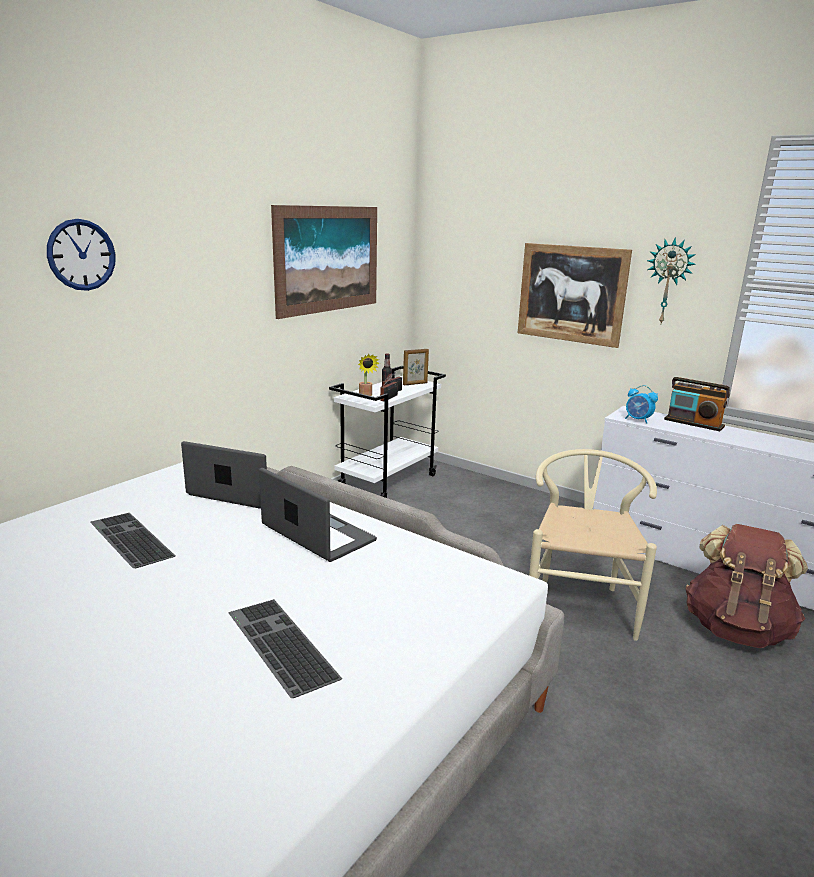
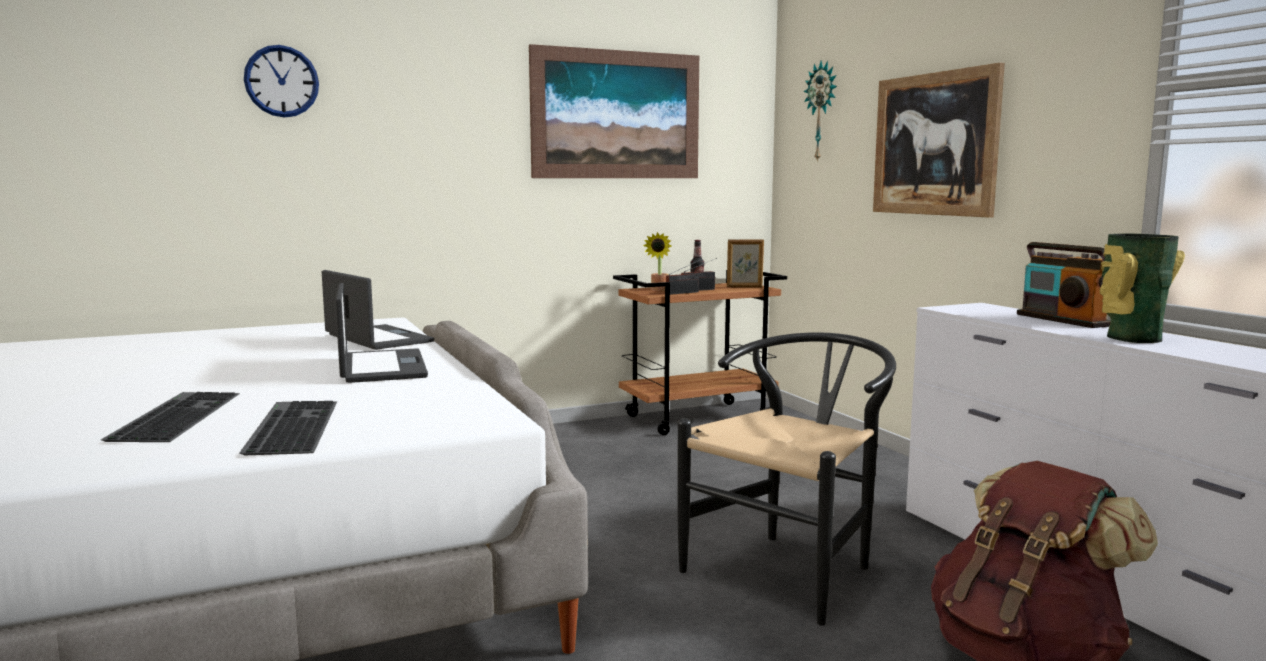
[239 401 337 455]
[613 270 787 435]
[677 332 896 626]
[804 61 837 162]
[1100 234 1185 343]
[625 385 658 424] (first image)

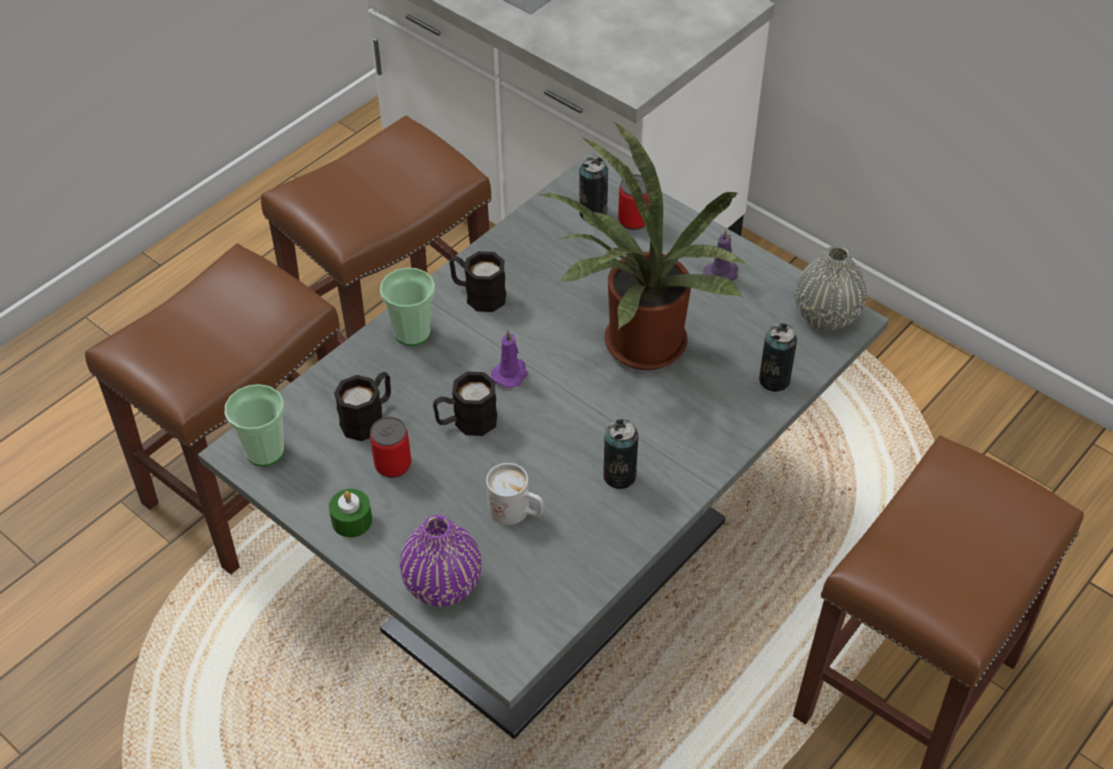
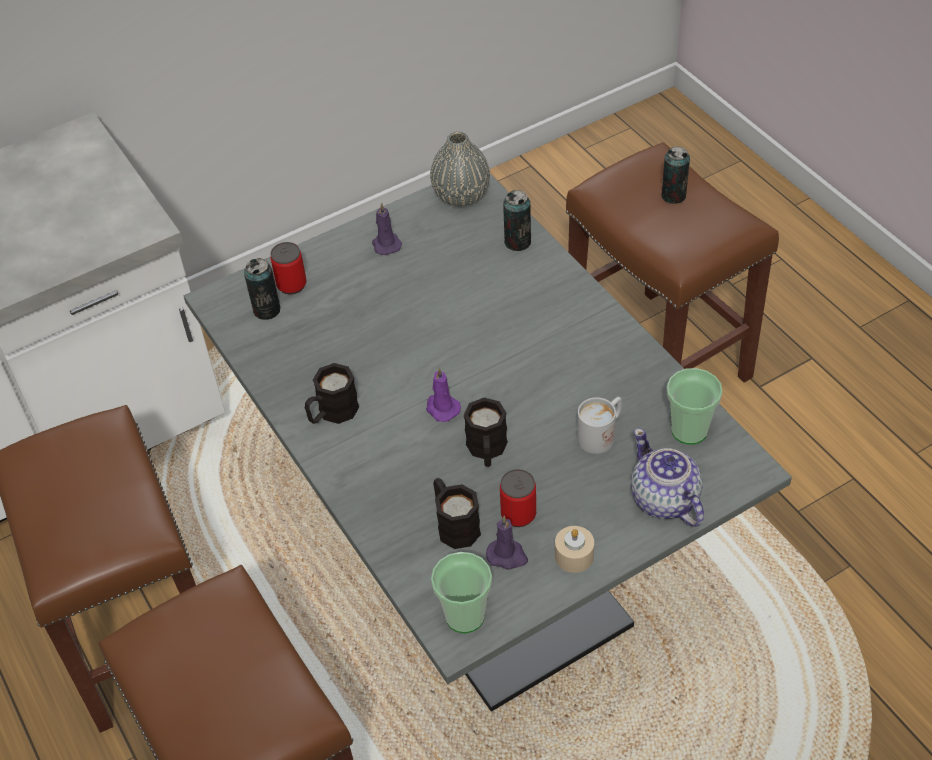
[486 516 528 570]
[555 526 594 573]
[631 428 704 527]
[661 146 690 204]
[667 368 723 445]
[536 122 746 370] (first image)

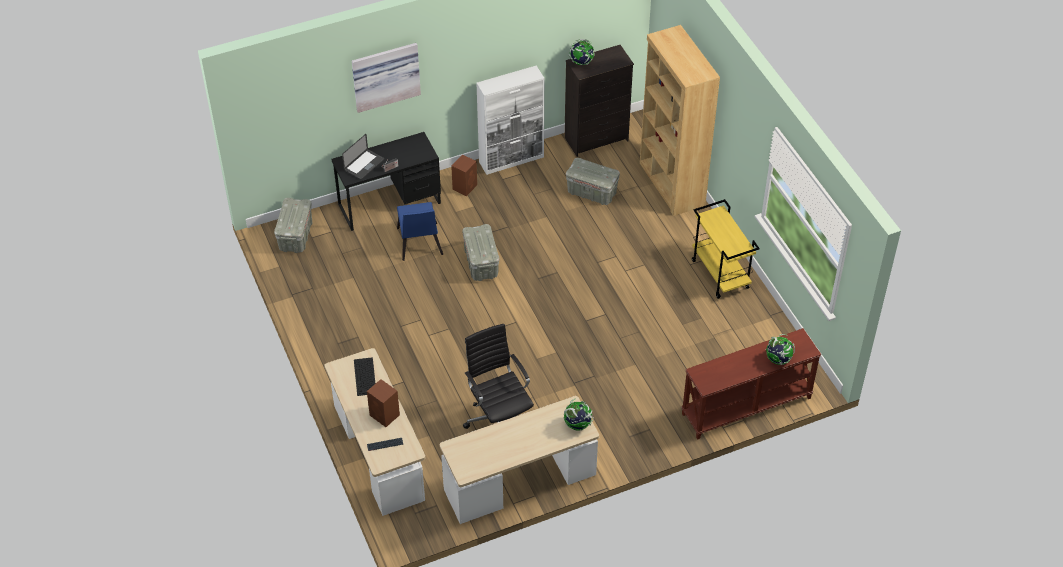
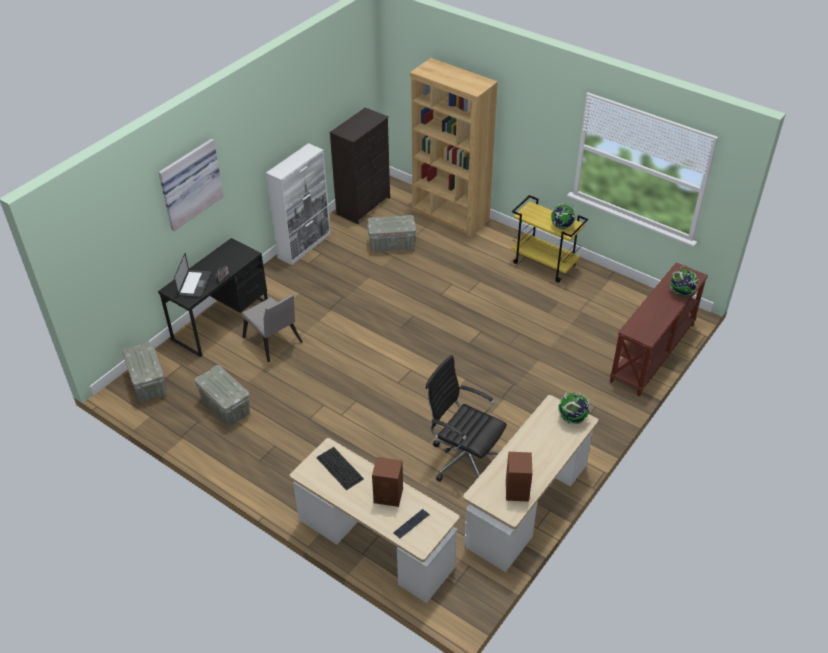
[195 365 250 426]
[242 294 303 362]
[506 452 533 502]
[551 203 576 229]

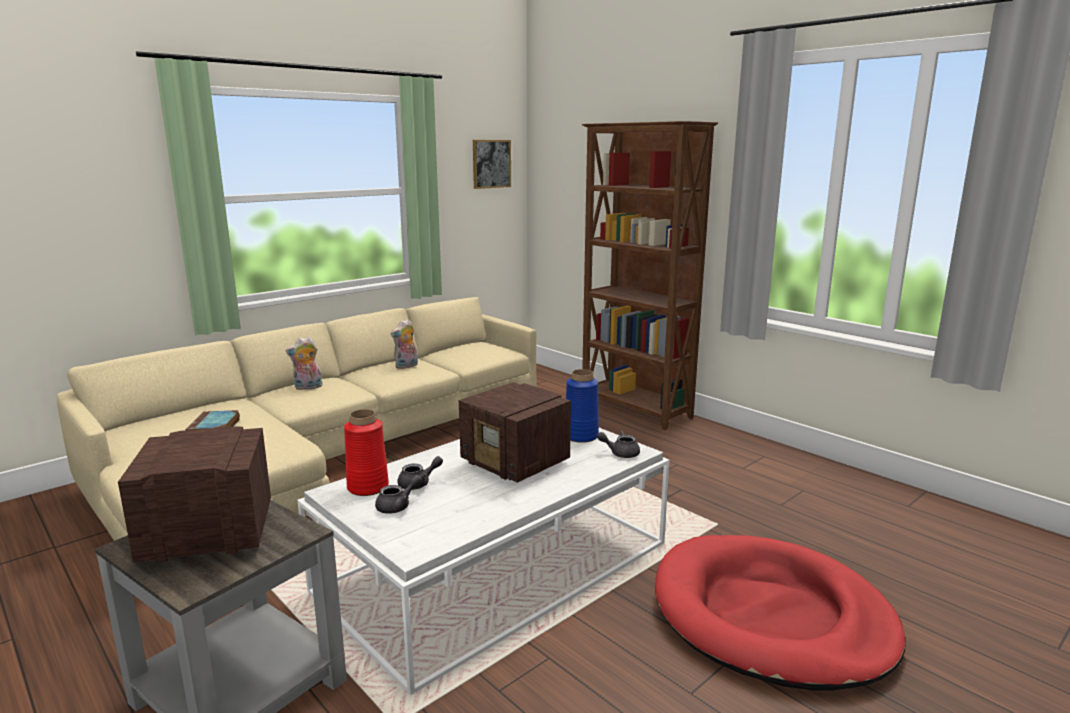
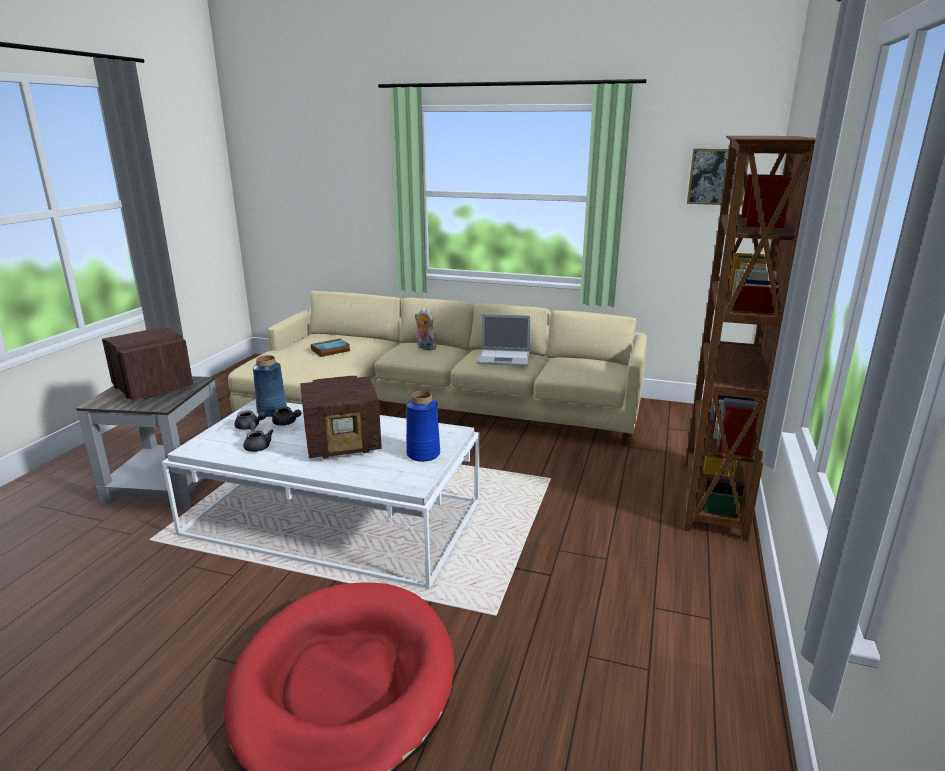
[243 421 274 452]
[253 355 287 417]
[300 376 382 459]
[477 314 531 366]

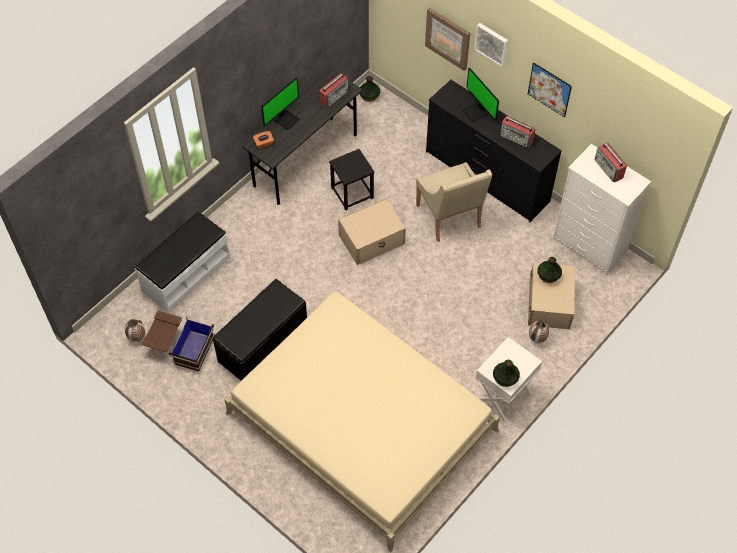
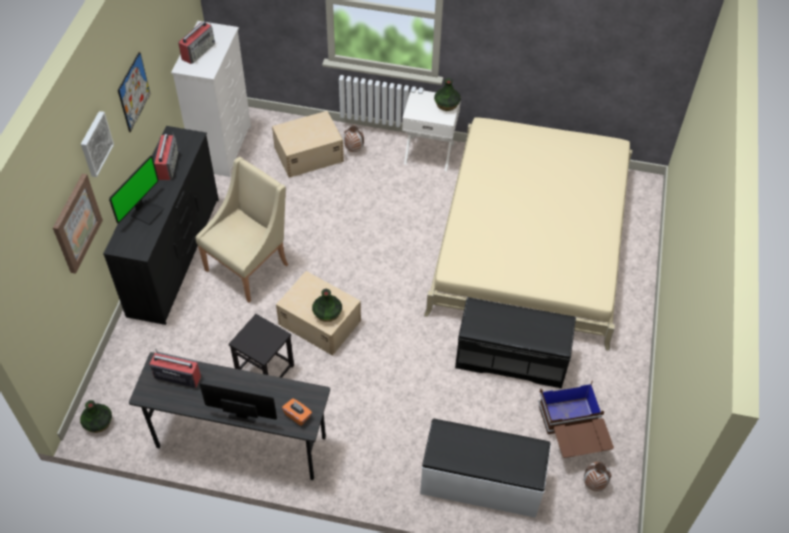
[312 289 342 322]

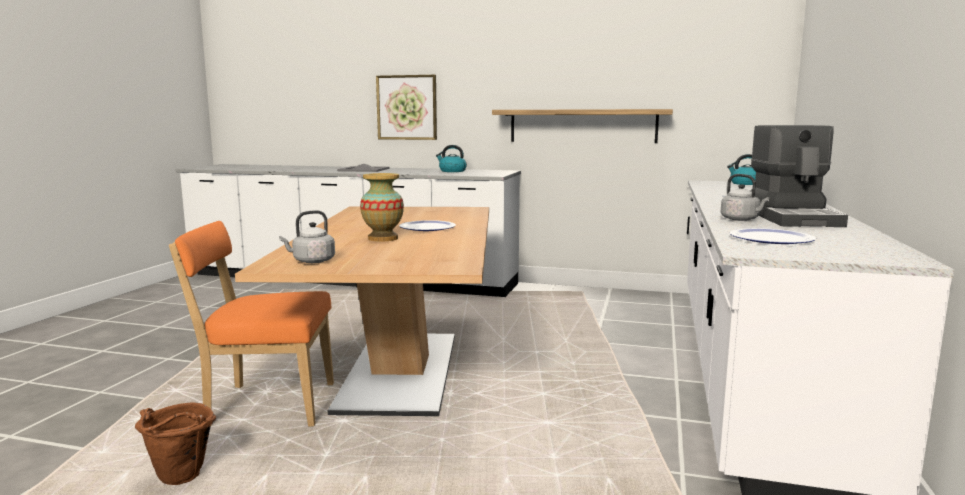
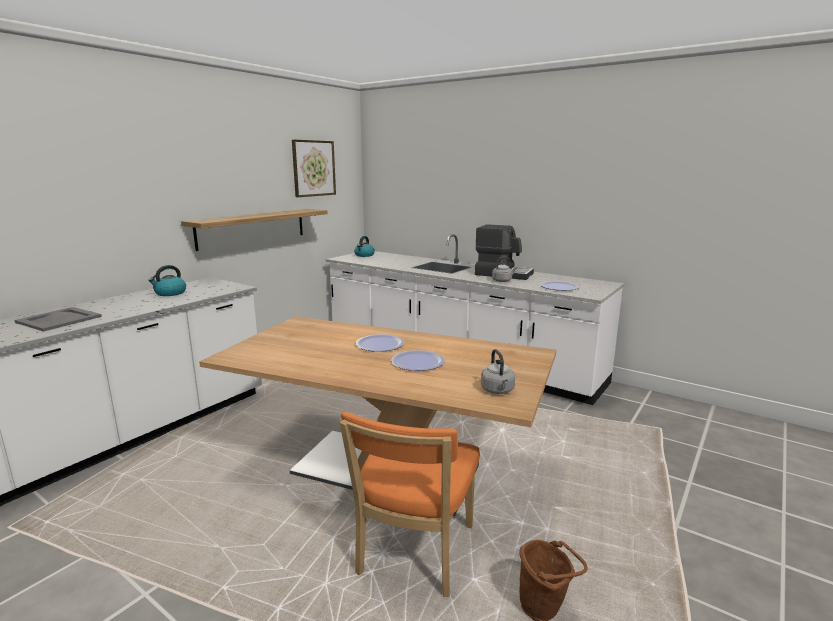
[292 140 336 197]
[391 350 445 371]

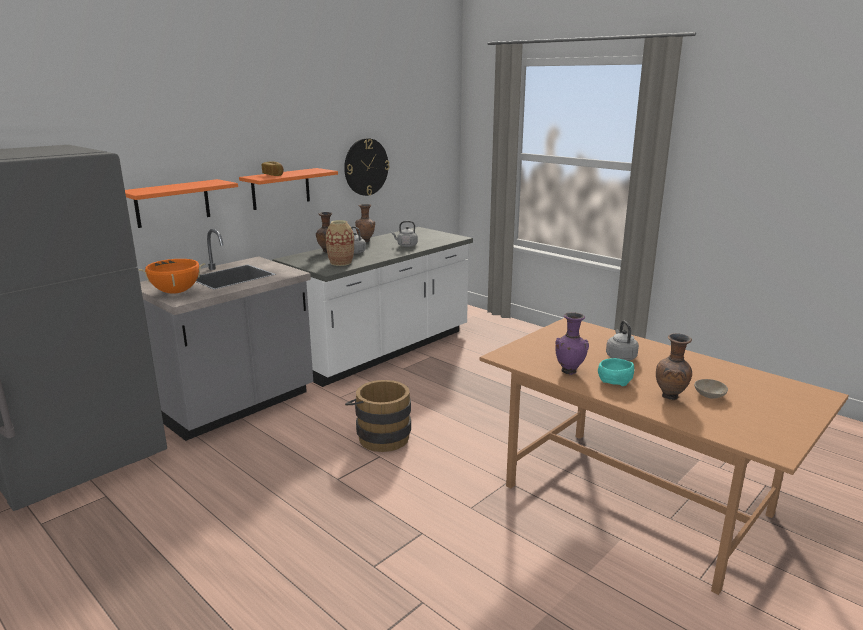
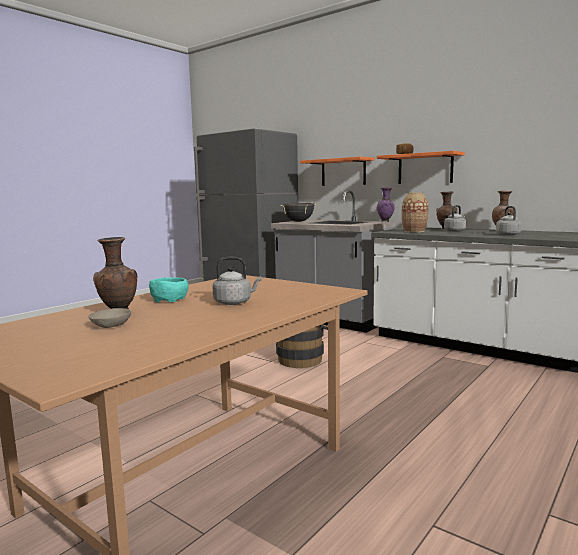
[280 203 316 222]
[377 188 395 222]
[344 138 389 196] (first image)

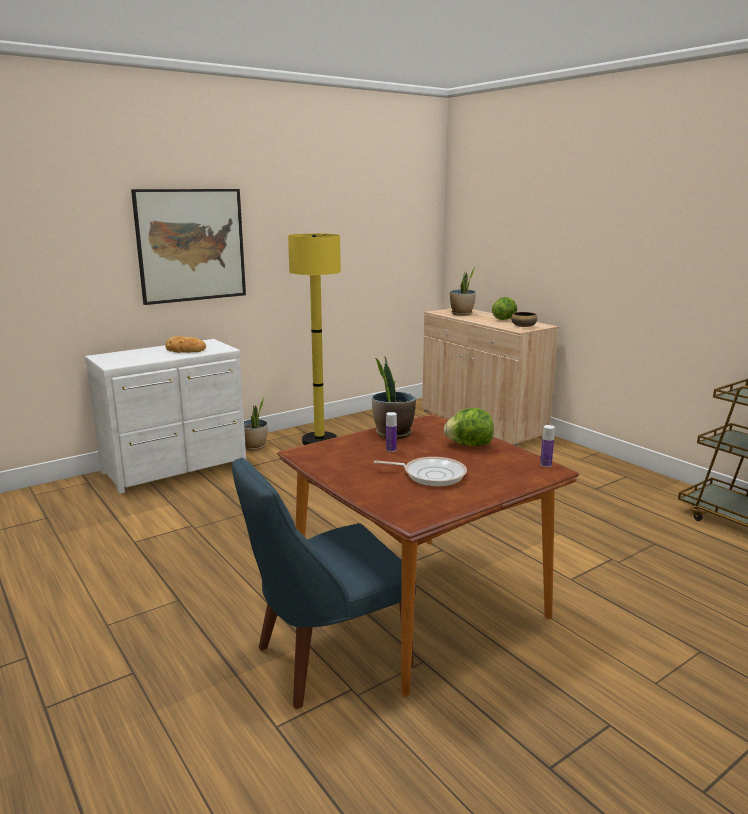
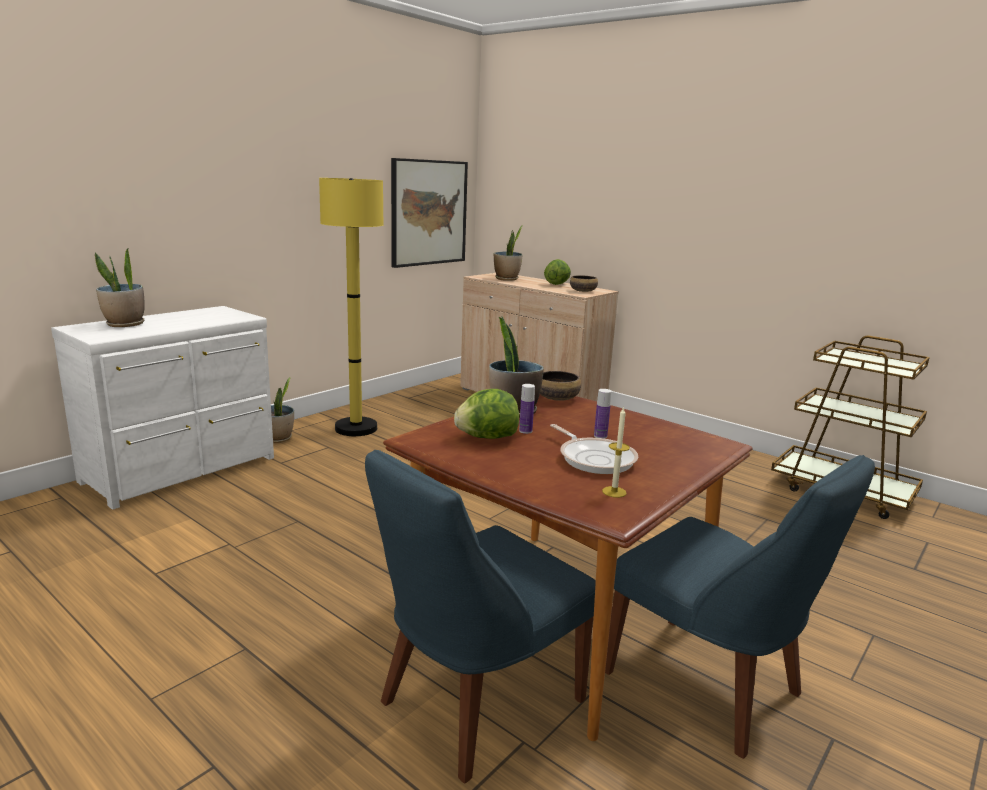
[95 247 145 327]
[391 158 468 268]
[454 389 519 439]
[540 371 581 401]
[550 424 638 474]
[594 389 612 439]
[602 407 630 498]
[605 455 875 759]
[165 336 206 353] (first image)

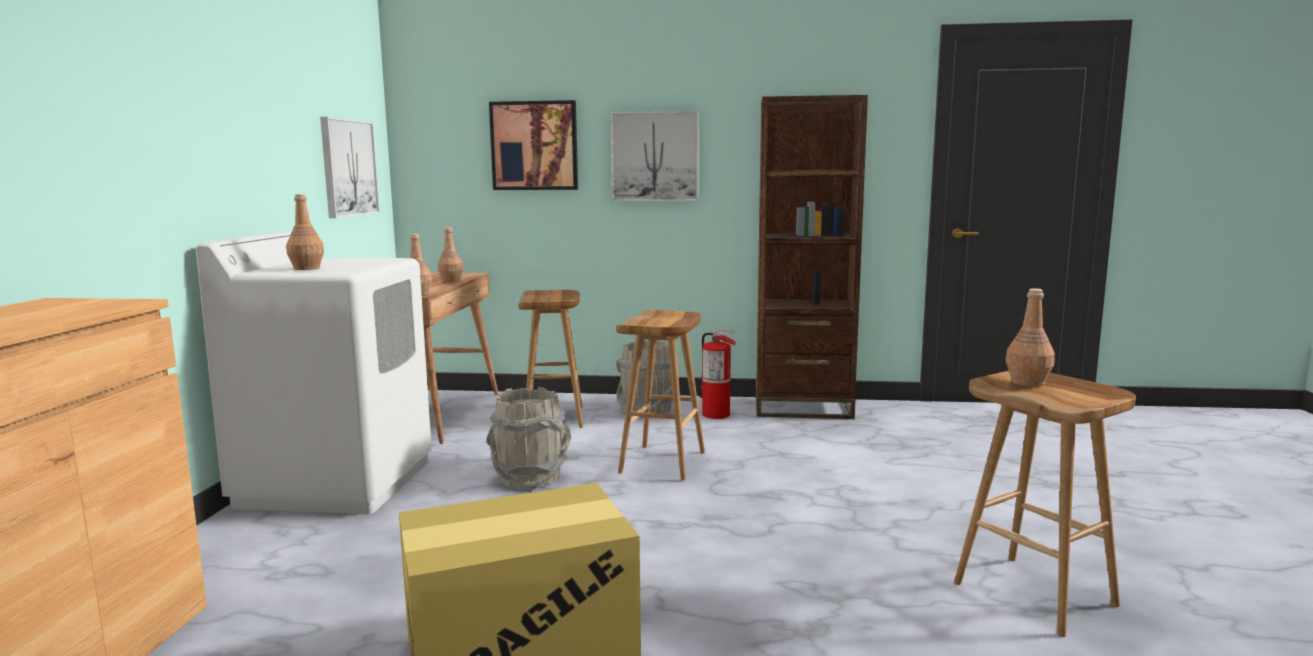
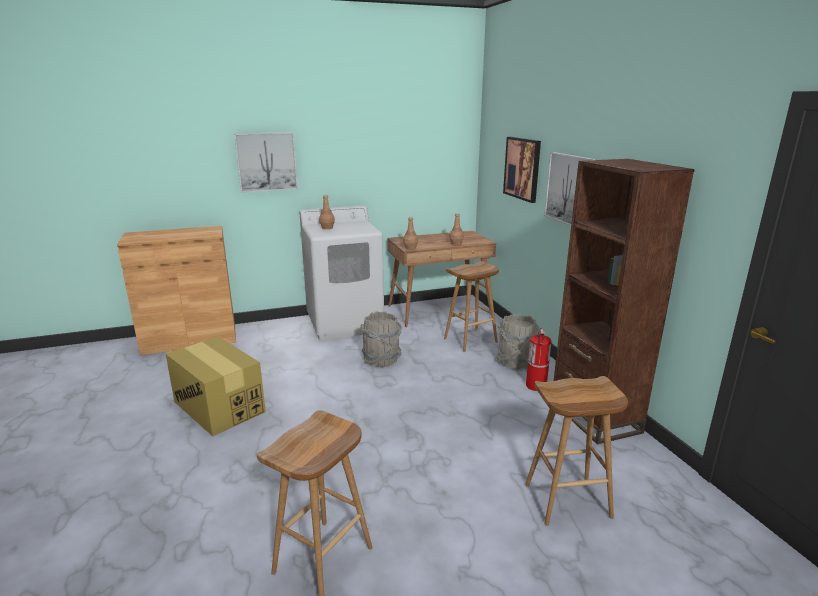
[234 132 298 193]
[525 376 628 526]
[1006 288 1055 386] (first image)

